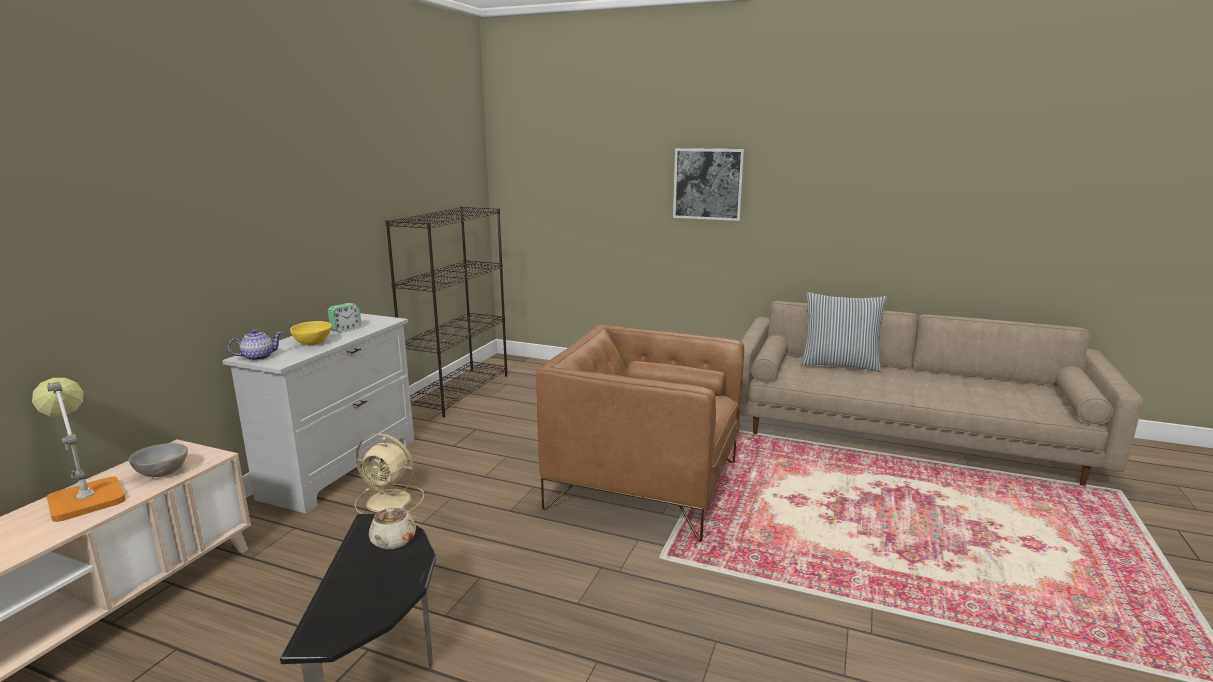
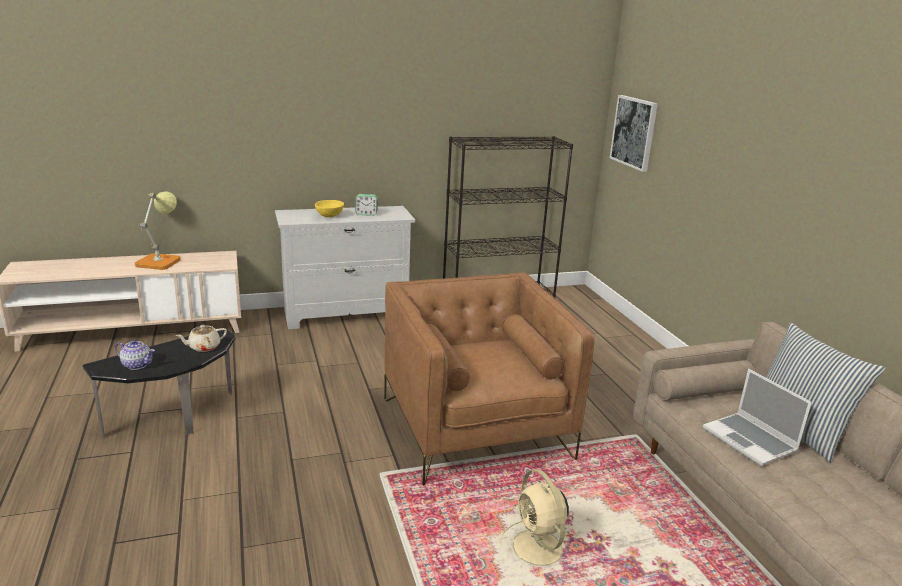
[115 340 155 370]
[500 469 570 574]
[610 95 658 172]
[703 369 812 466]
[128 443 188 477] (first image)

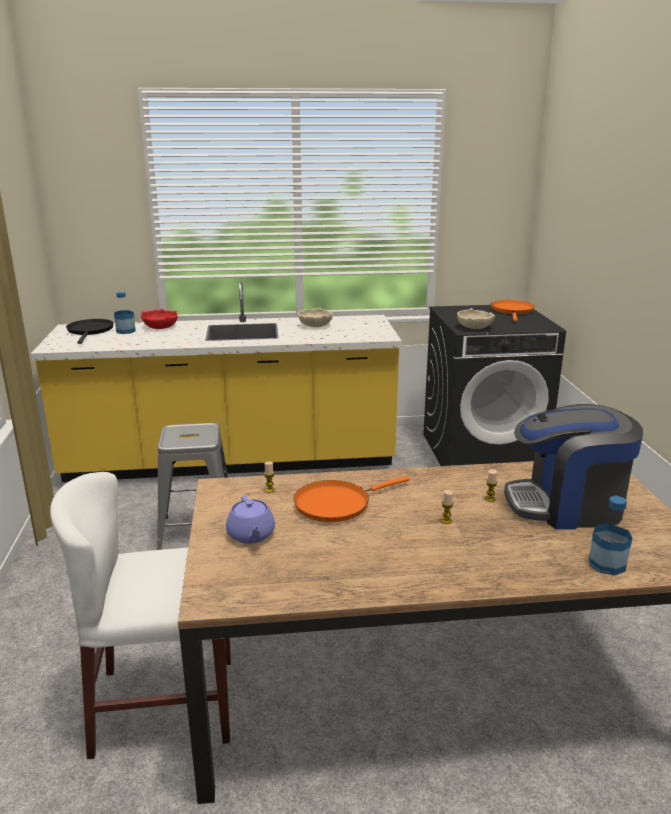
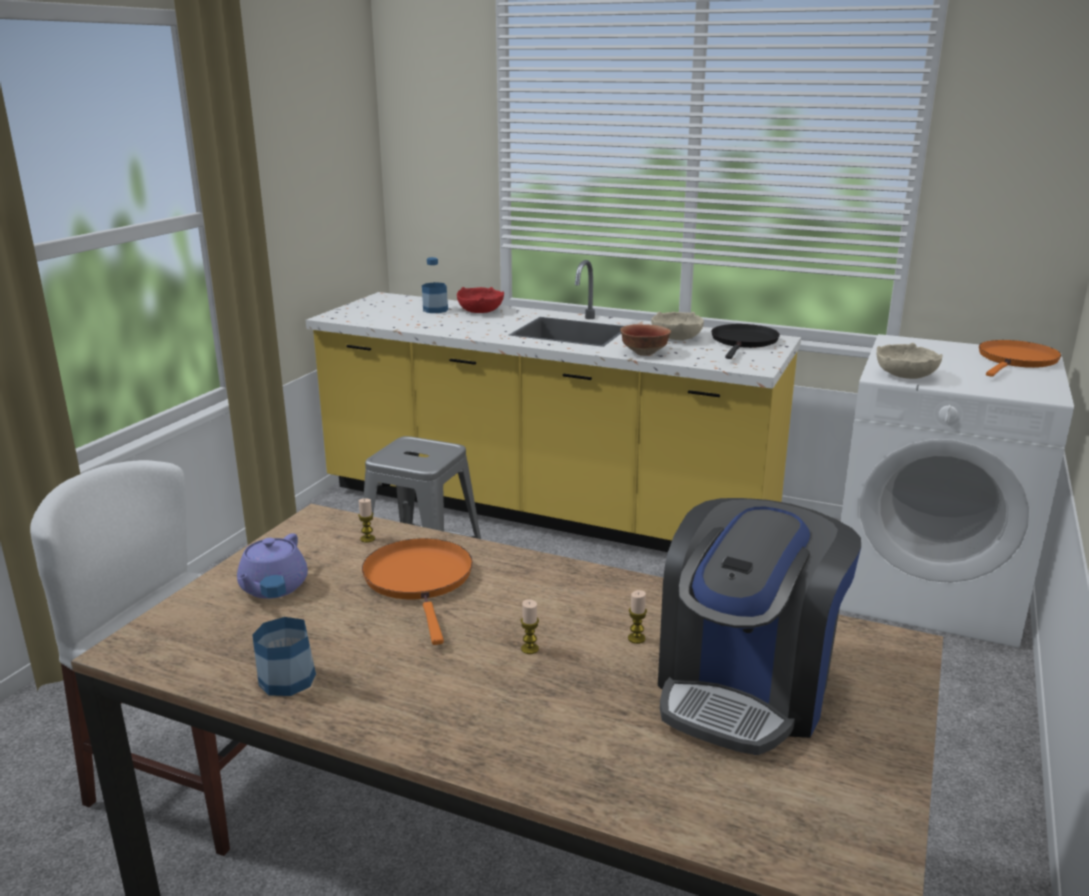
[252 575 316 696]
[362 538 473 645]
[620 324 671 356]
[658 498 861 755]
[711 324 780 359]
[839 334 1074 648]

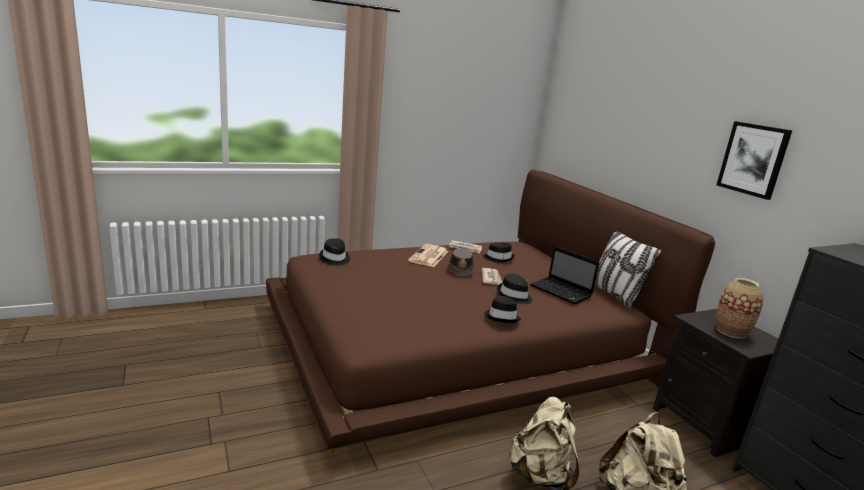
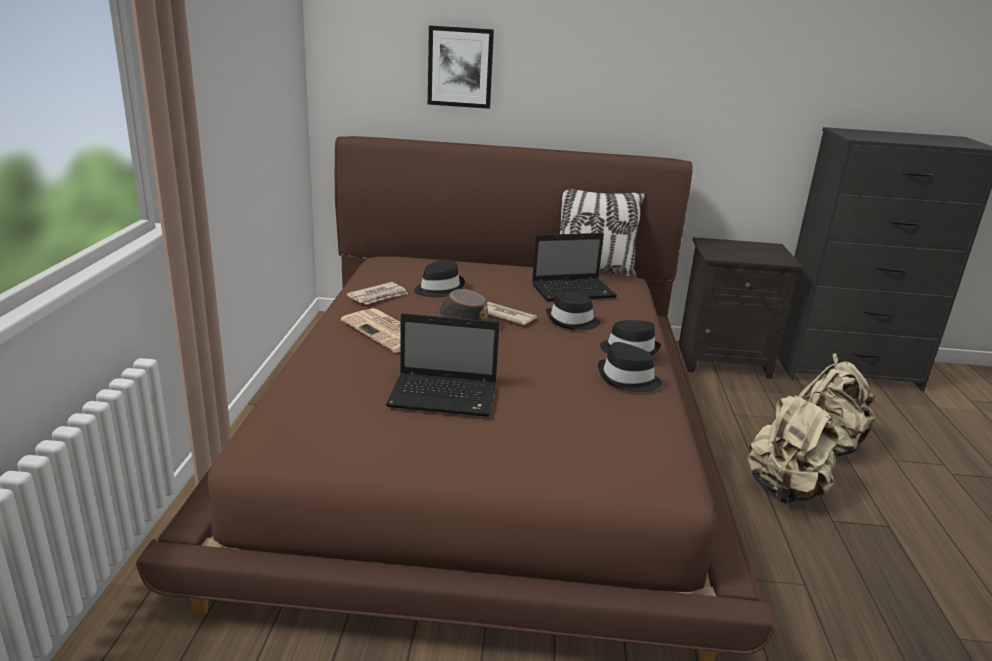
[386 313 500 417]
[428 26 494 109]
[598 342 662 392]
[716 278 763 339] (first image)

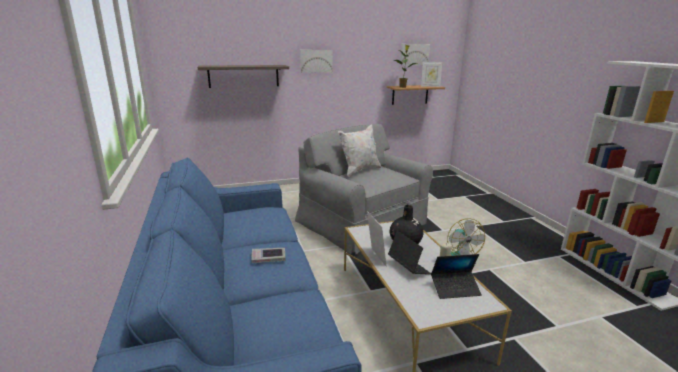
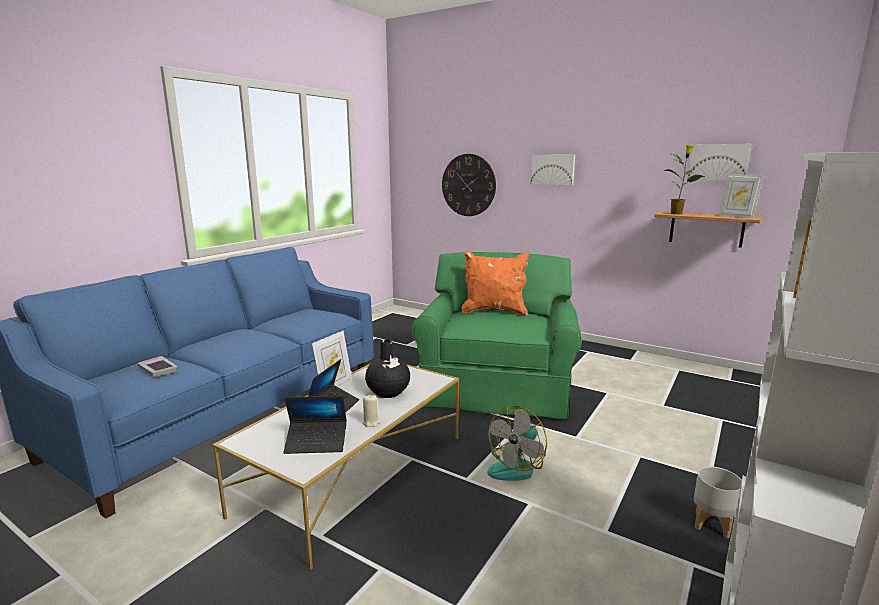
[137 356 178 377]
[284 396 347 454]
[412 252 582 420]
[442 154 496 216]
[461 251 530 316]
[694 466 742 539]

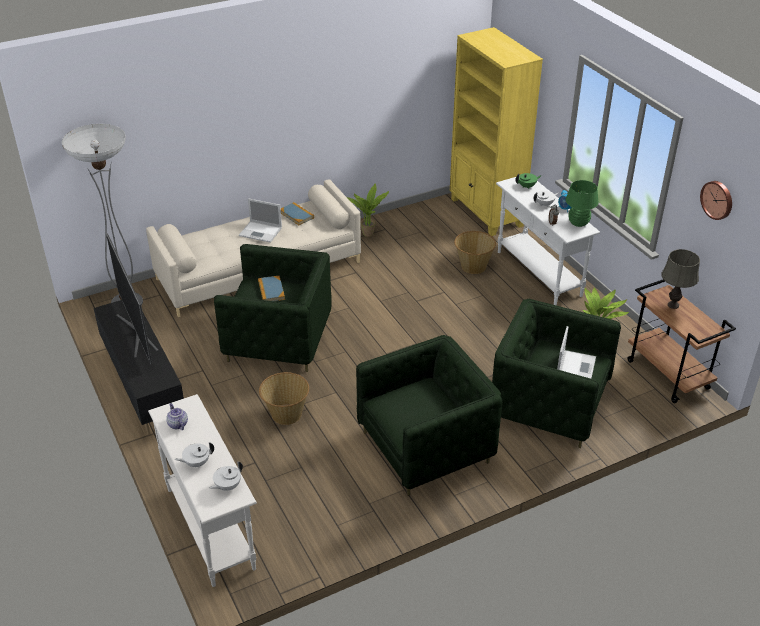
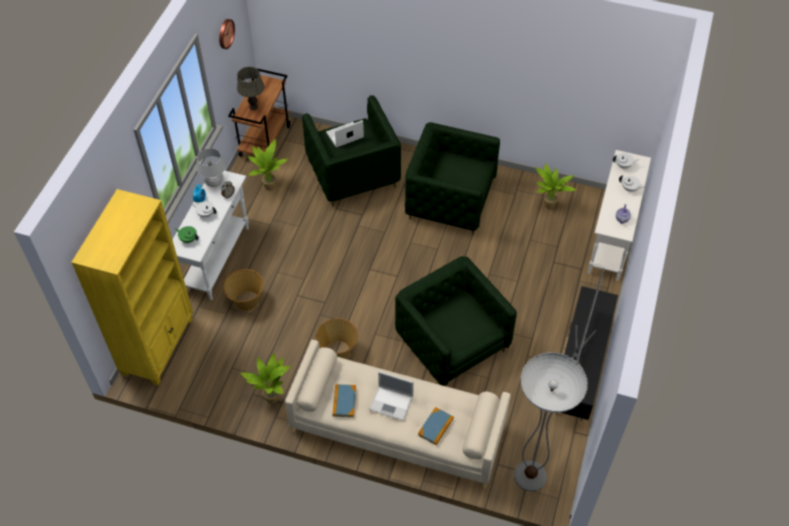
[196 148 226 187]
[316 319 358 359]
[369 371 414 421]
[418 407 454 445]
[535 163 577 209]

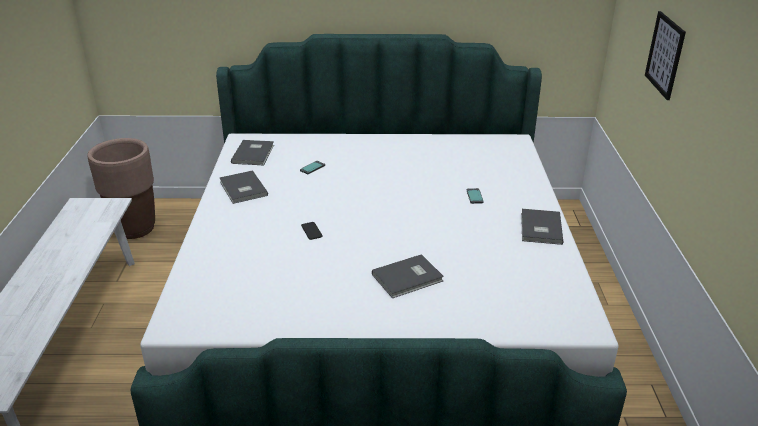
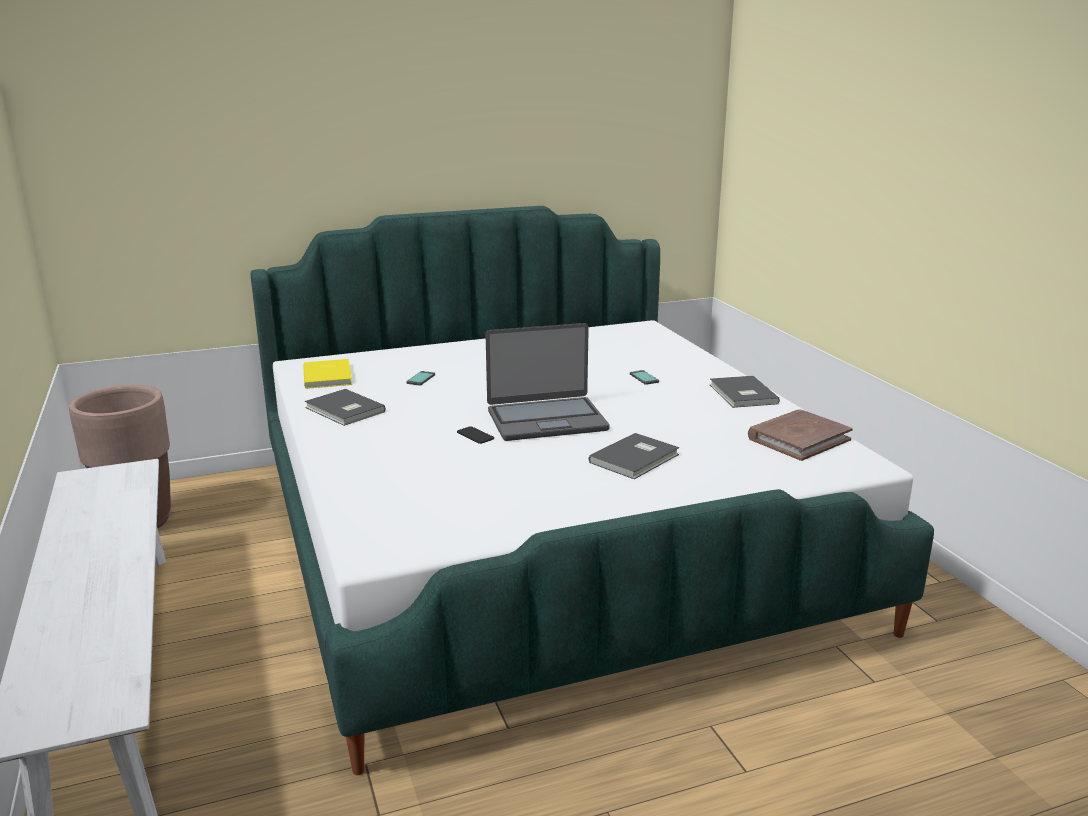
[303 359 352 389]
[485 323 610 441]
[748 410 853 461]
[645 11 686 100] (first image)

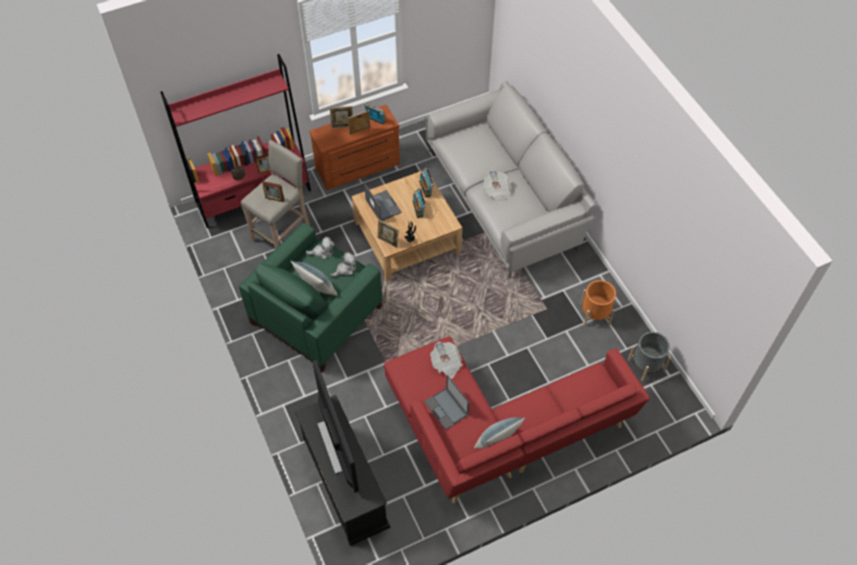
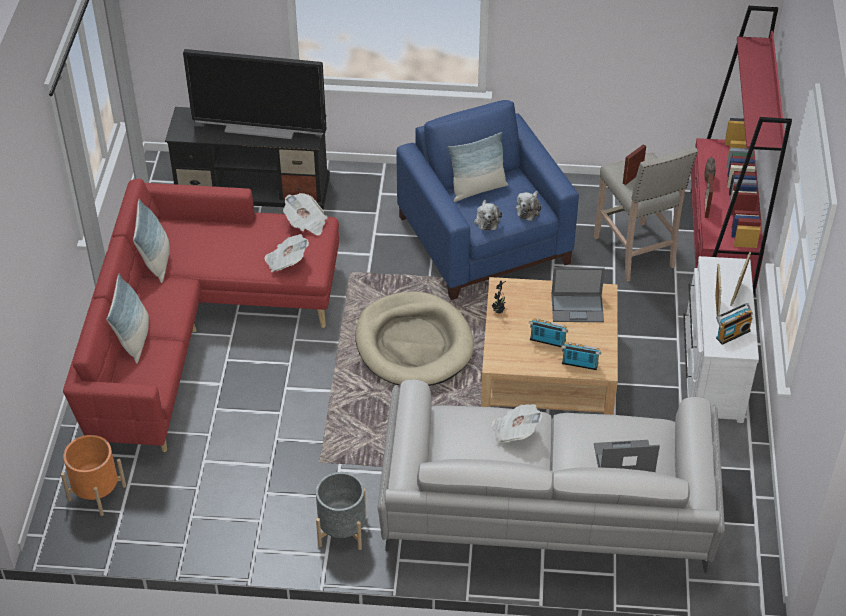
[61 435 126 516]
[107 273 149 363]
[283 193 327 235]
[316 472 366 550]
[355 292 474 386]
[396 100 579 300]
[594 440 660 472]
[683 256 759 423]
[378 219 399 248] (first image)

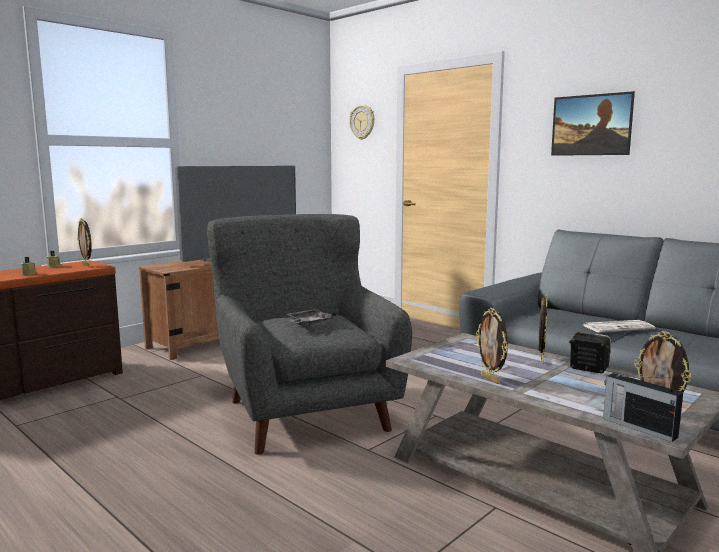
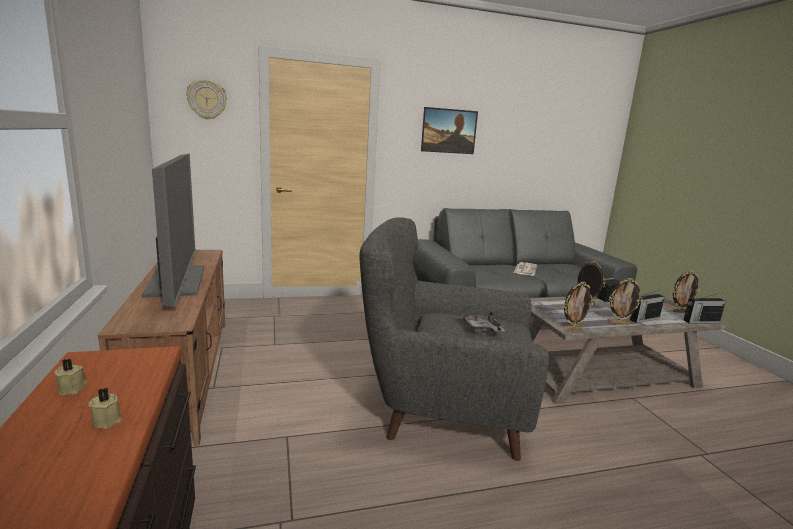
[564 281 594 330]
[630 289 665 323]

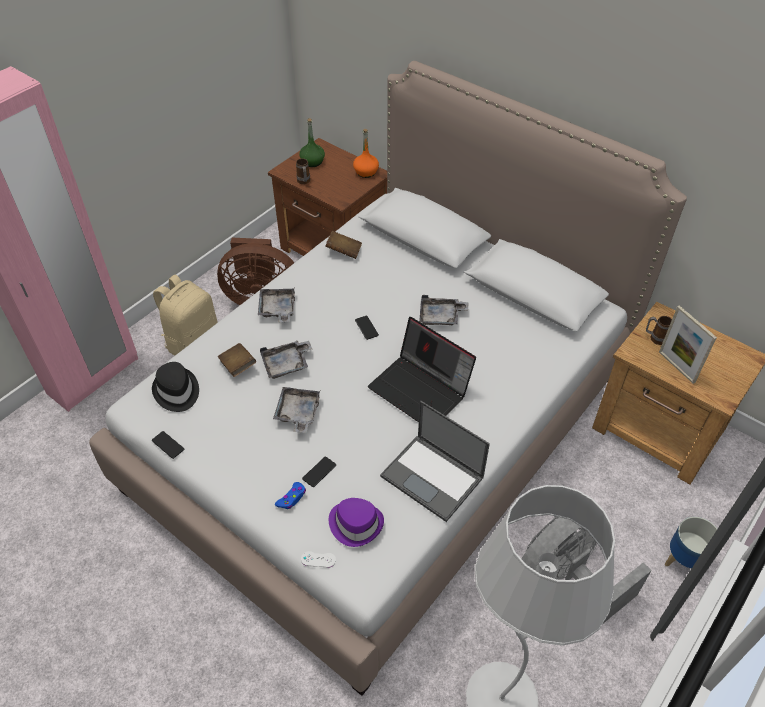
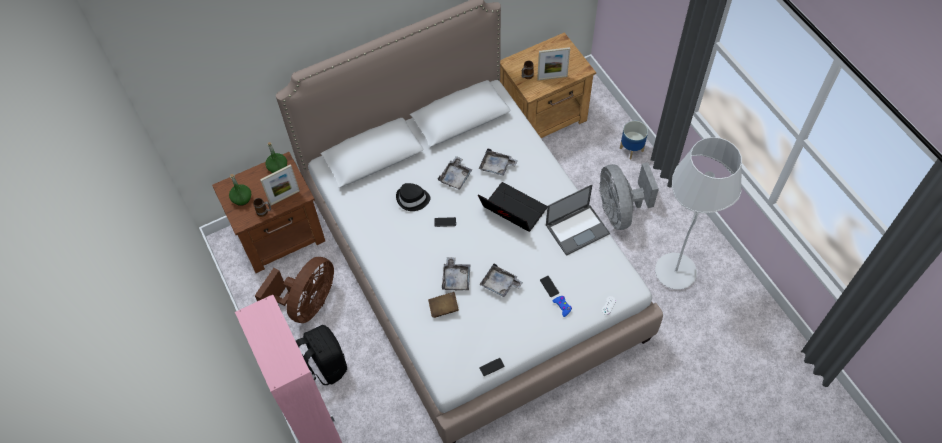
[260 164 300 206]
[265 142 287 173]
[296 325 347 385]
[396 183 430 211]
[478 182 547 232]
[479 148 518 176]
[325 231 362 259] (first image)
[329 498 384 547] (first image)

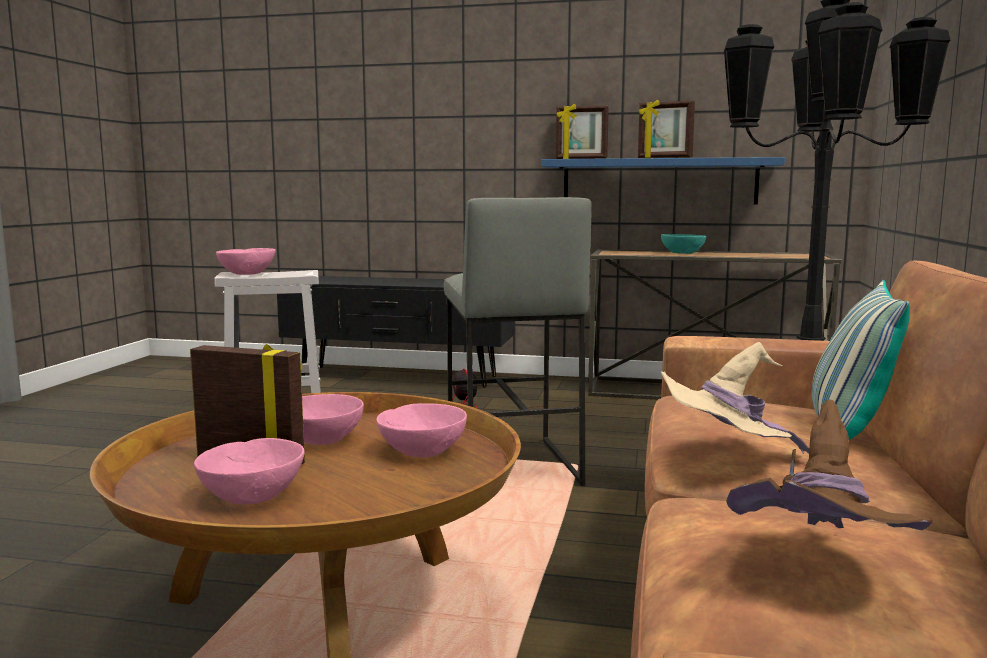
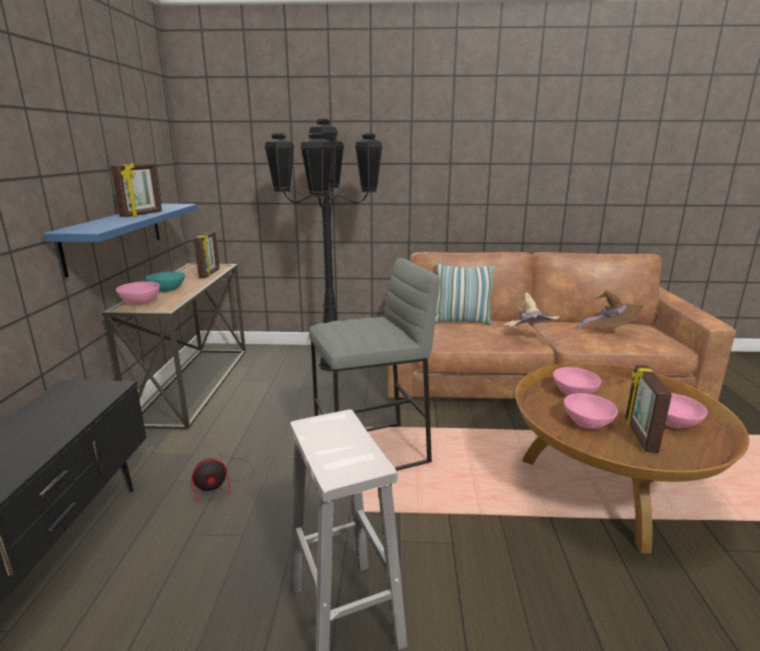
[116 281 160 305]
[194 231 219 278]

